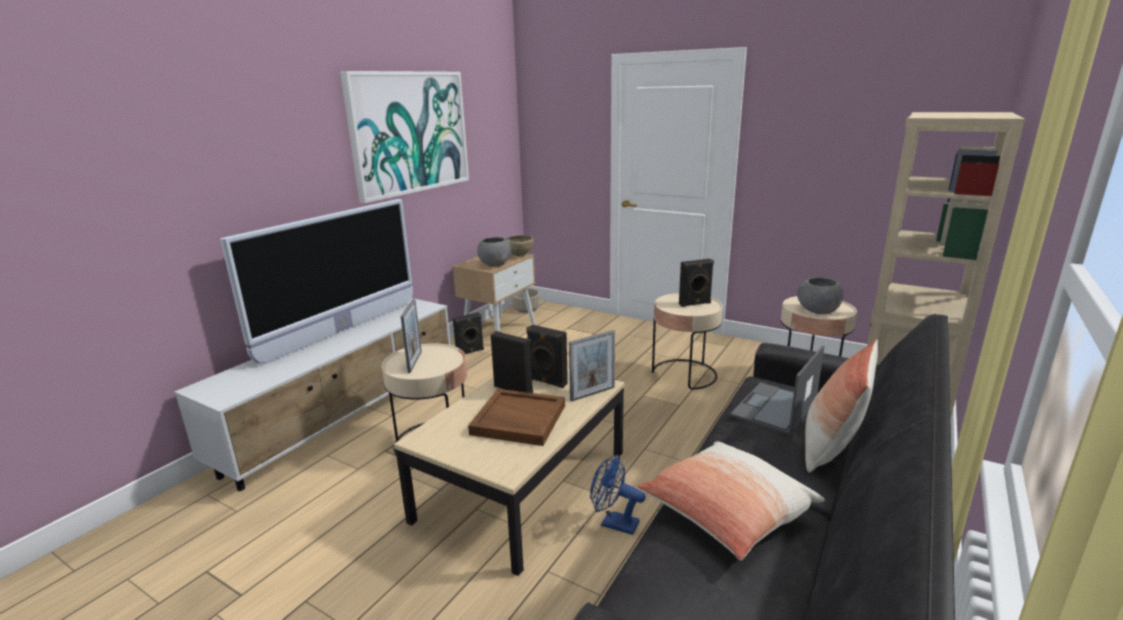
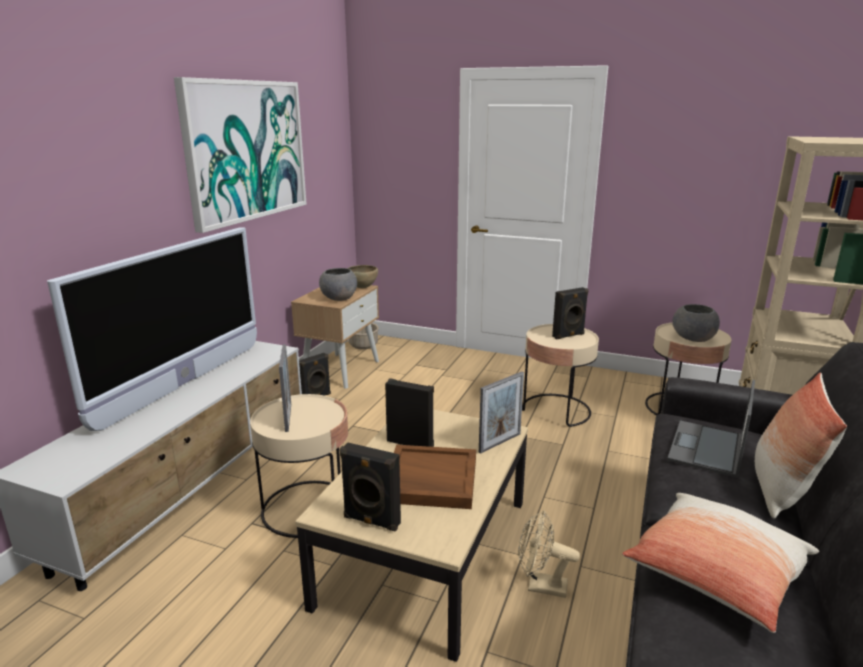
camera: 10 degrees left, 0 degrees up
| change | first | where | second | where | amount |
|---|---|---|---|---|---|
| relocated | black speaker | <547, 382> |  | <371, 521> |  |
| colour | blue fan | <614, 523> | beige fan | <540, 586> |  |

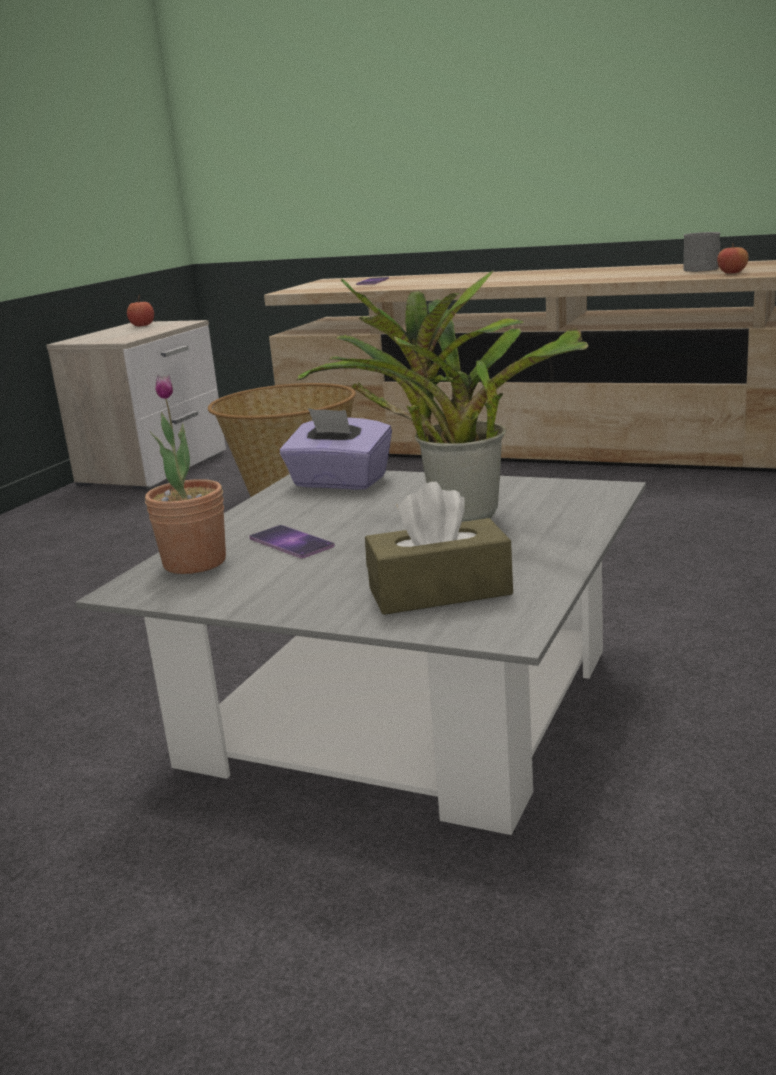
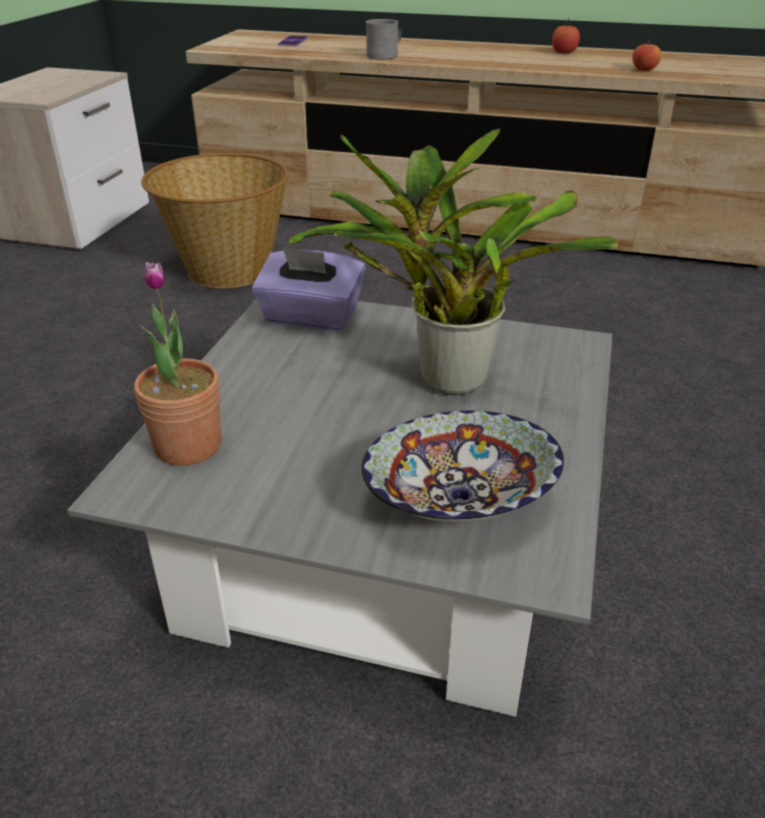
camera: 10 degrees left, 15 degrees up
| change | first | where | second | where | amount |
|---|---|---|---|---|---|
| relocated | grey mug | <704, 268> |  | <385, 55> |  |
| relocated | apple | <142, 325> |  | <564, 52> |  |
| exchanged | brown tissue box | <440, 591> | bowl | <460, 504> |  |
| missing | phone | <291, 542> |  |  |  |

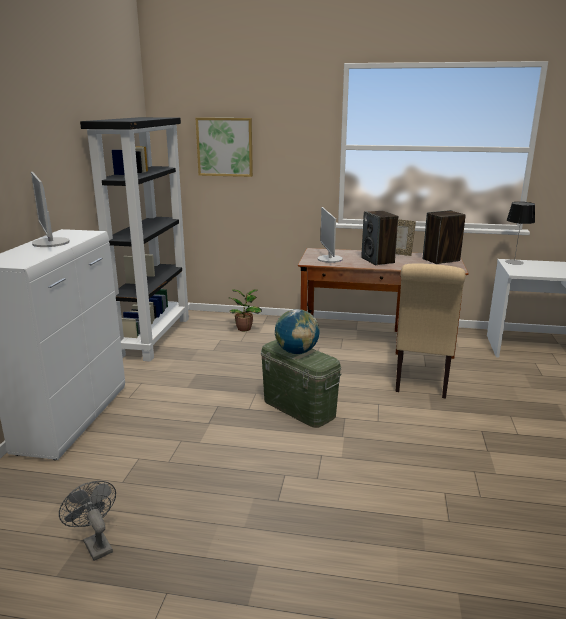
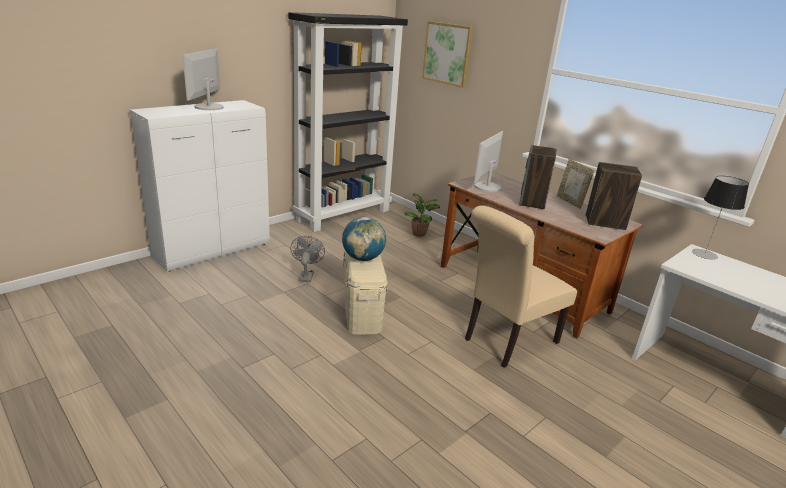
camera: 35 degrees right, 5 degrees up
| change | first | where | second | where | amount |
|---|---|---|---|---|---|
| colour | green storage box | <299, 408> | beige storage box | <362, 312> |  |
| relocated | grey fan | <95, 544> |  | <306, 275> |  |

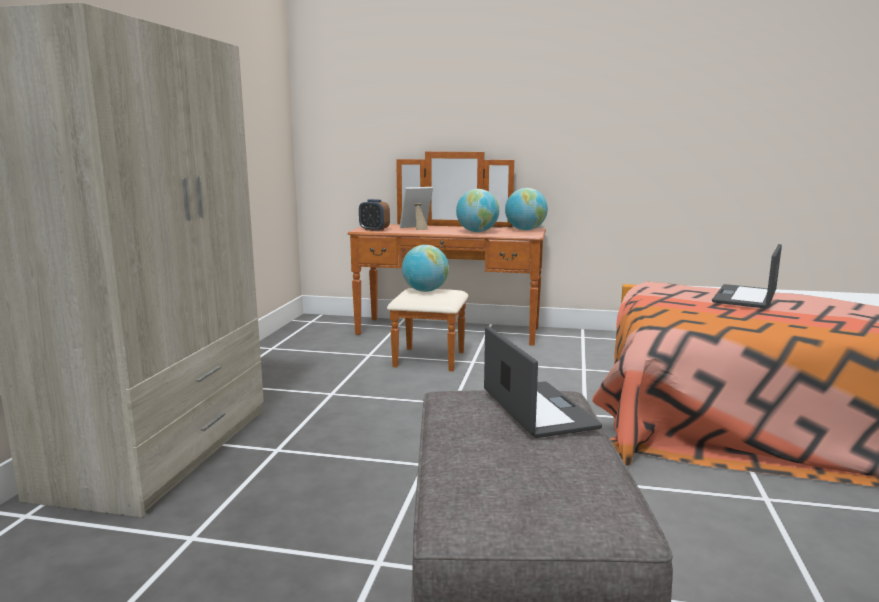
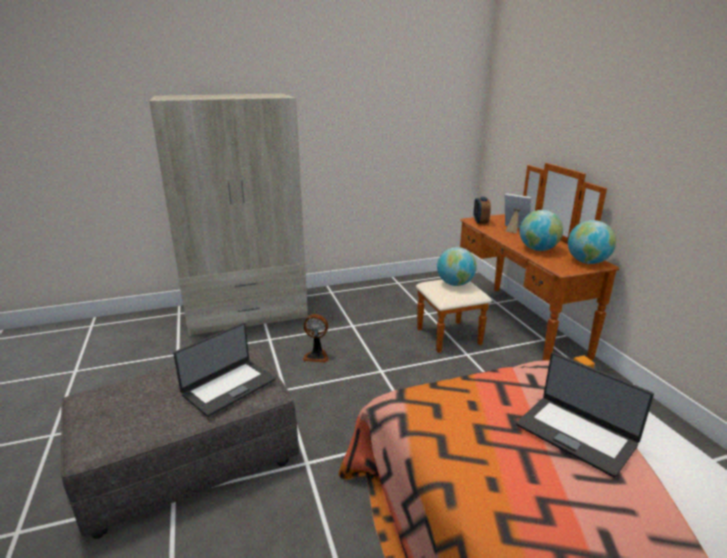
camera: 60 degrees right, 10 degrees up
| change | first | where | second | where | amount |
|---|---|---|---|---|---|
| spun | laptop | <746, 297> |  | <576, 434> | 135 degrees counterclockwise |
| appeared |  |  | fan | <317, 356> |  |

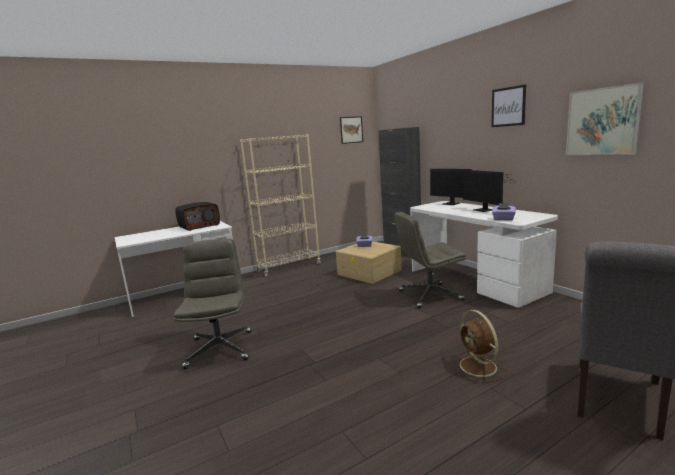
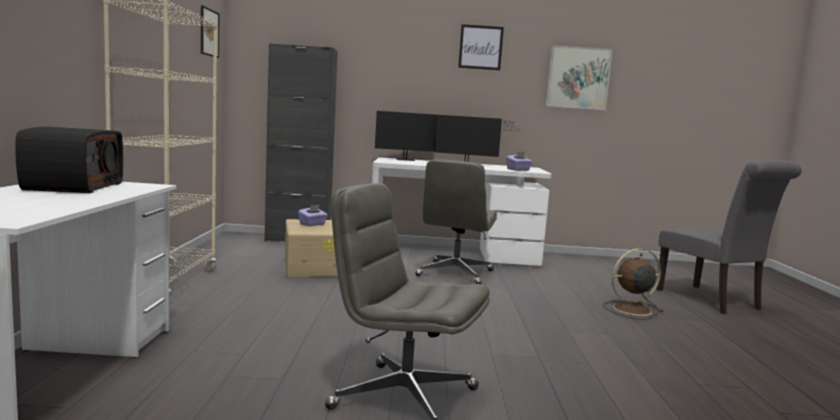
camera: 60 degrees left, 5 degrees down
| change | first | where | second | where | amount |
|---|---|---|---|---|---|
| spun | brown fan | <479, 367> |  | <630, 310> | 150 degrees clockwise |

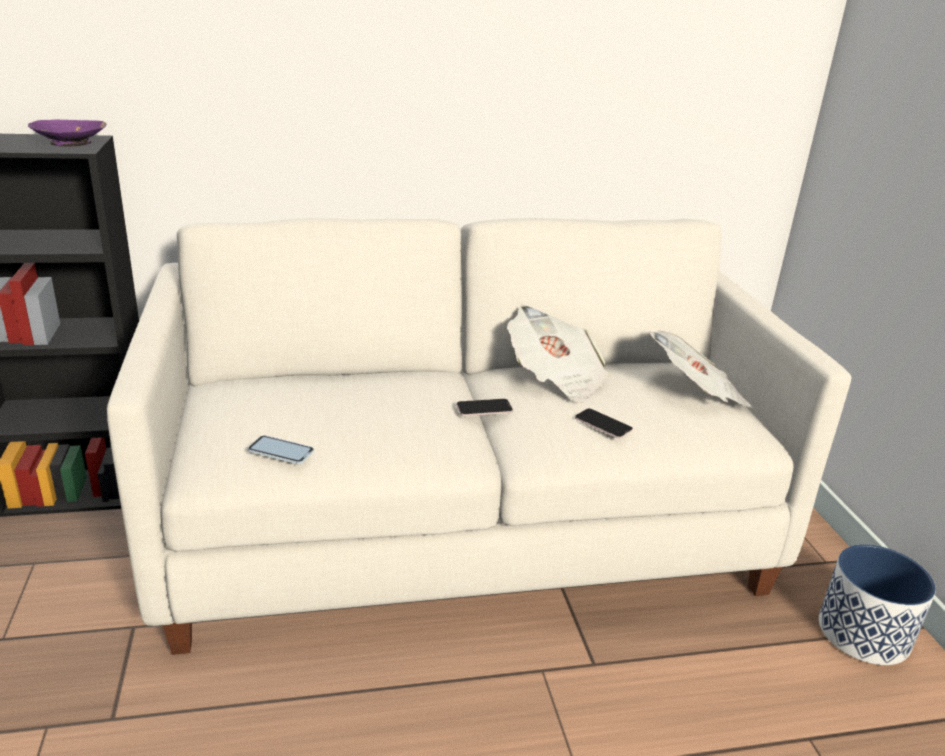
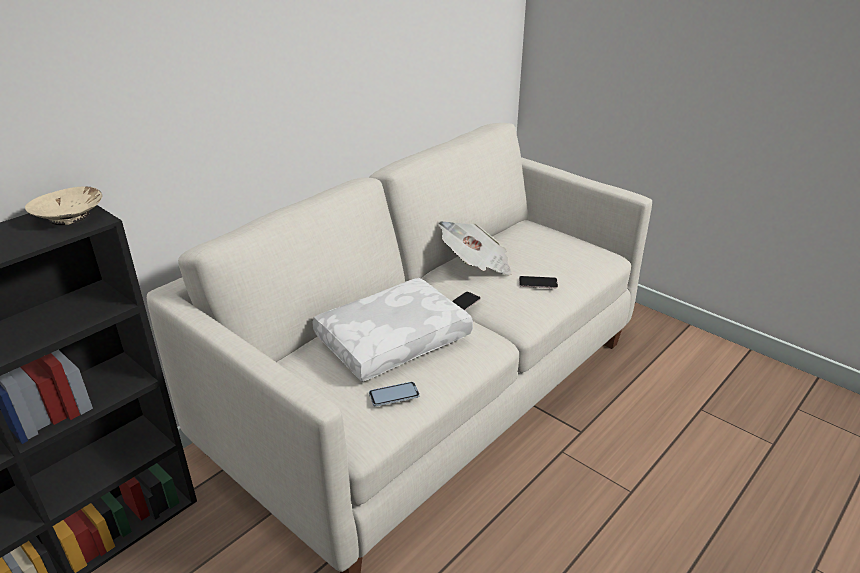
camera: 35 degrees left, 5 degrees up
| change | first | where | second | where | amount |
|---|---|---|---|---|---|
| colour | purple bowl | <71, 142> | beige bowl | <70, 216> |  |
| missing | newspaper | <696, 394> |  |  |  |
| missing | planter | <864, 633> |  |  |  |
| appeared |  |  | white pillow | <393, 339> |  |

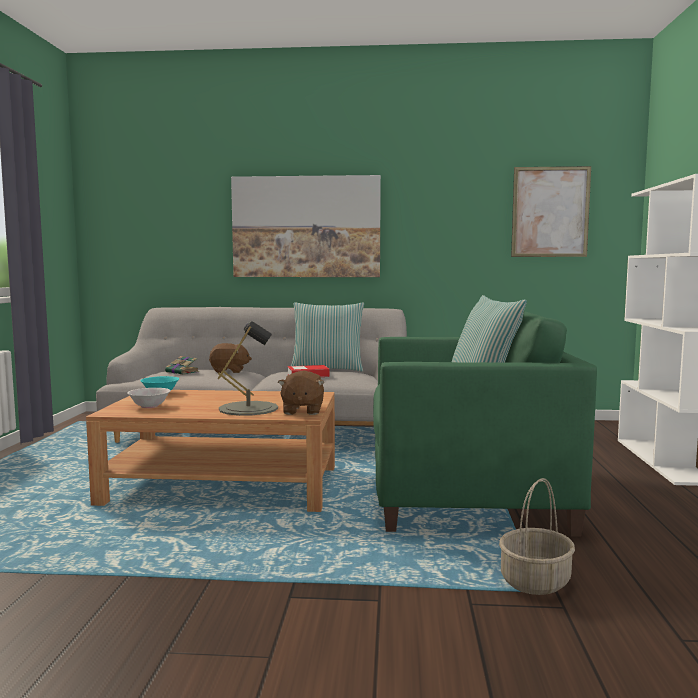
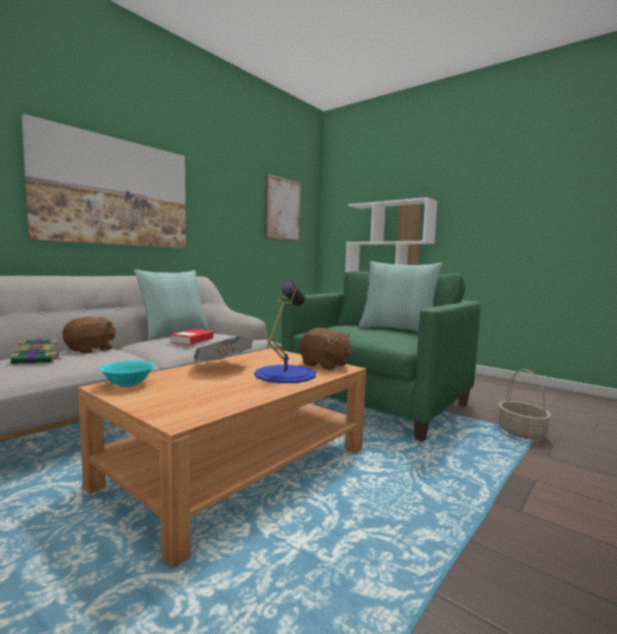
camera: 55 degrees left, 0 degrees up
| change | first | where | second | where | amount |
|---|---|---|---|---|---|
| colour | grey table lamp | <248, 408> | blue table lamp | <285, 374> |  |
| missing | white bowl | <149, 406> |  |  |  |
| appeared |  |  | newspaper | <223, 366> |  |

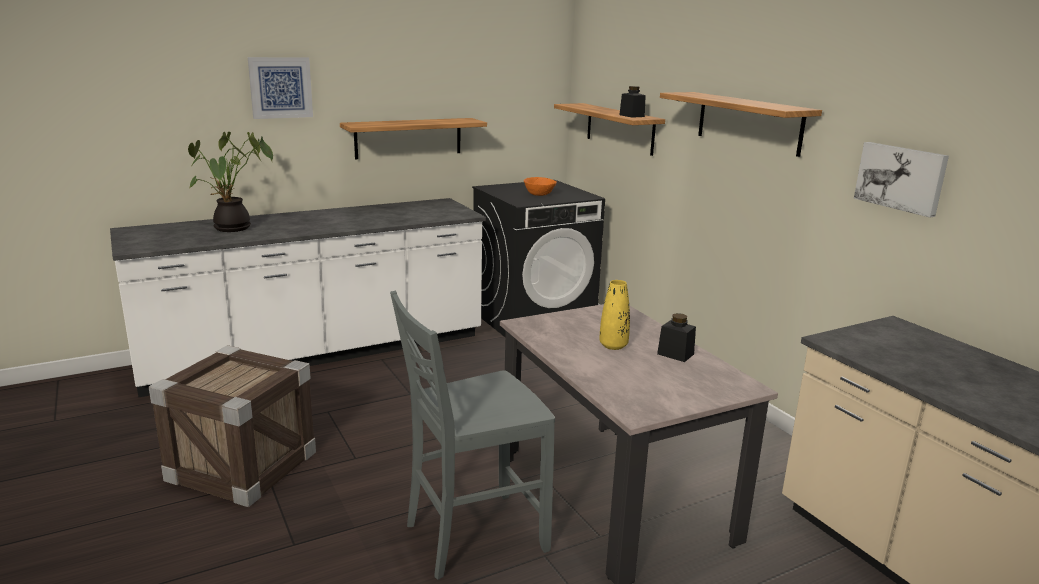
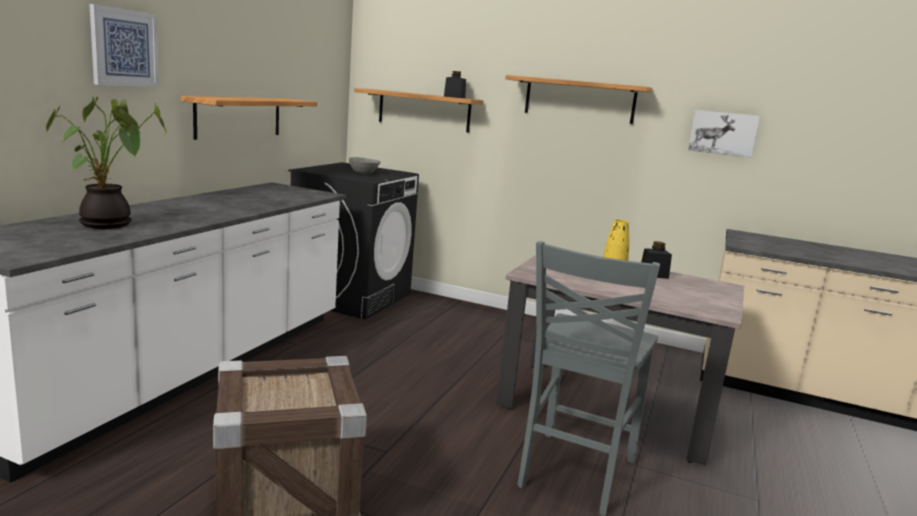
camera: 40 degrees left, 5 degrees down
| change | first | where | second | where | amount |
|---|---|---|---|---|---|
| colour | orange bowl | <539, 194> | grey bowl | <363, 173> |  |

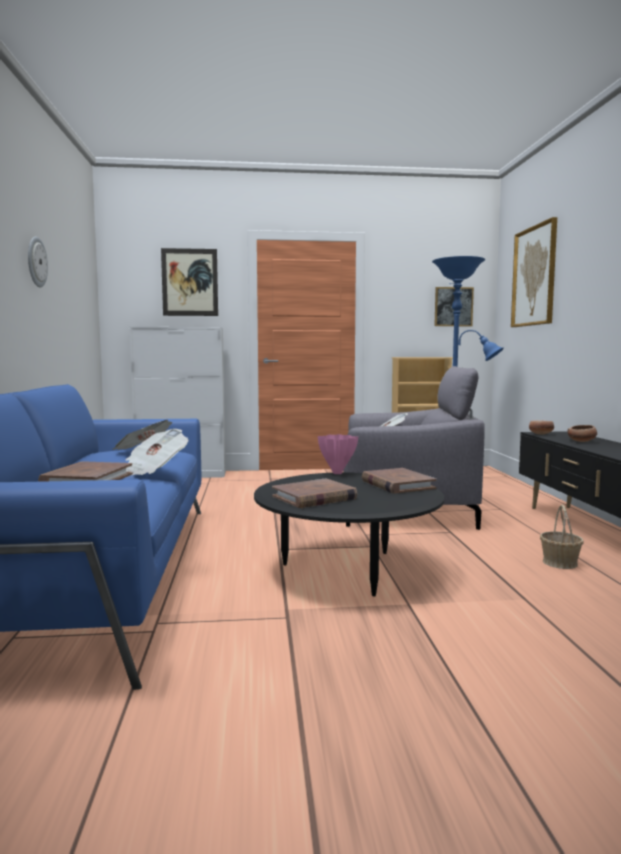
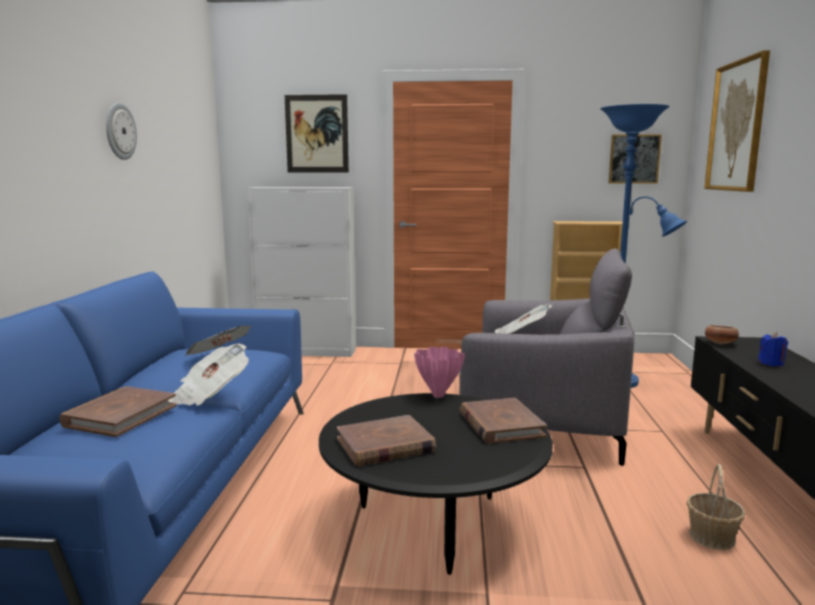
camera: 10 degrees right, 5 degrees up
| change | first | where | second | where | amount |
|---|---|---|---|---|---|
| exchanged | bowl | <582, 441> | blue candle | <771, 363> |  |

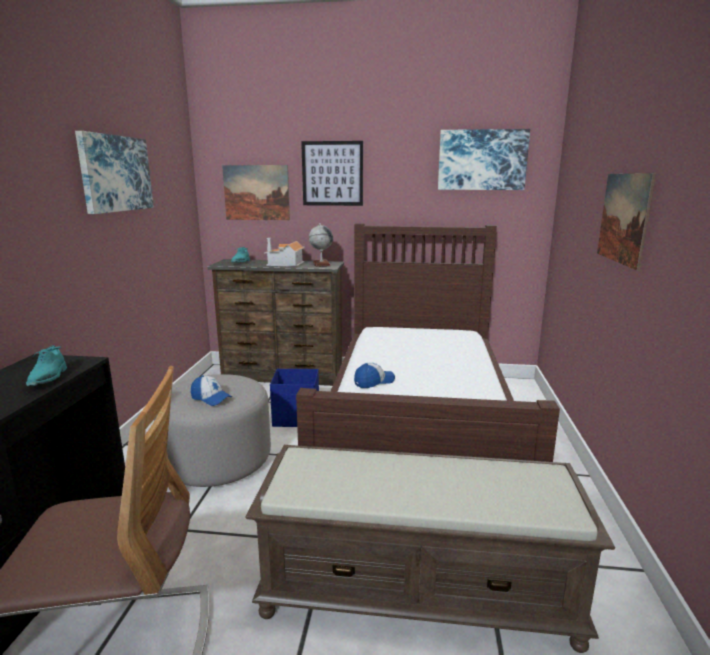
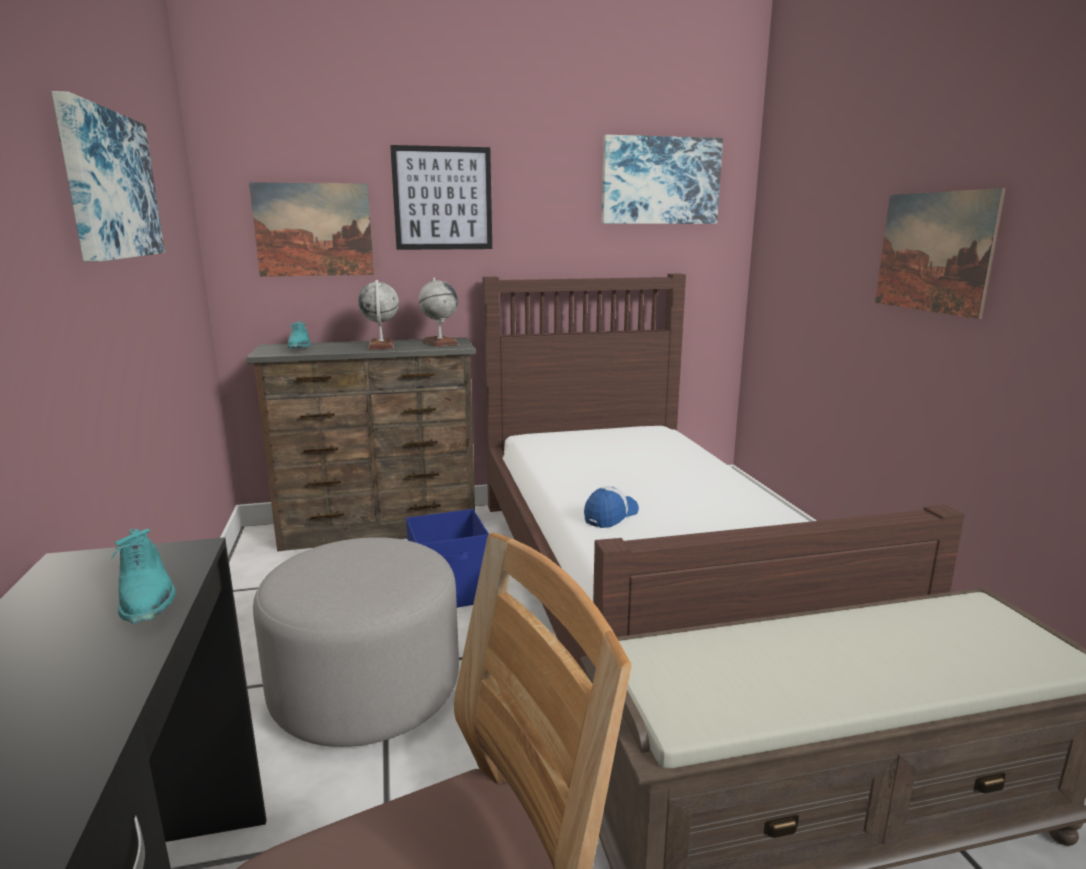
camera: 20 degrees left, 0 degrees up
| change | first | where | second | where | amount |
|---|---|---|---|---|---|
| exchanged | toy house | <285, 264> | globe | <381, 346> |  |
| missing | cap | <211, 398> |  |  |  |

